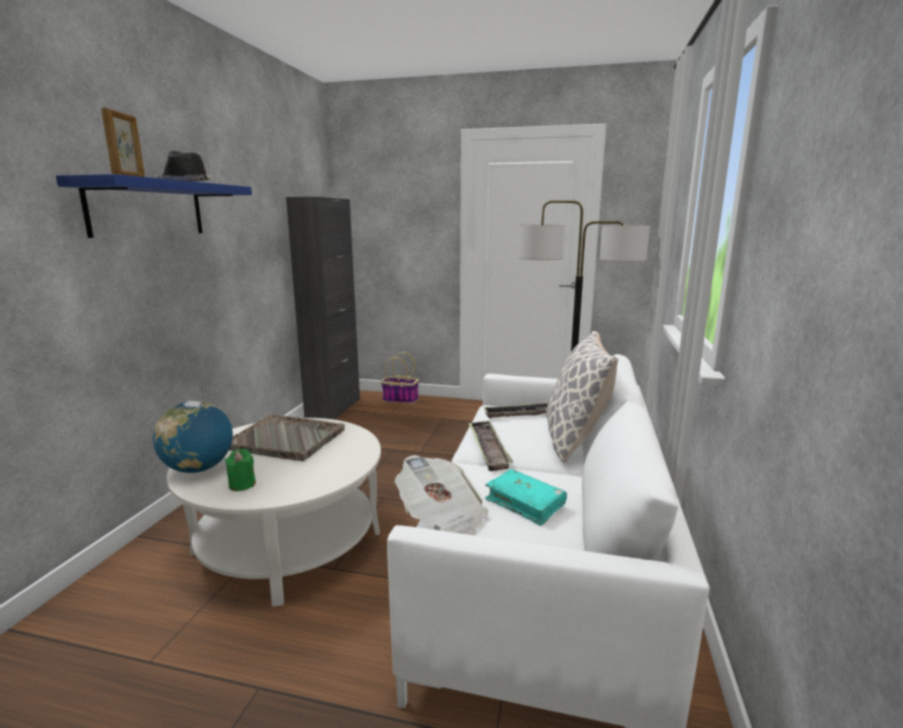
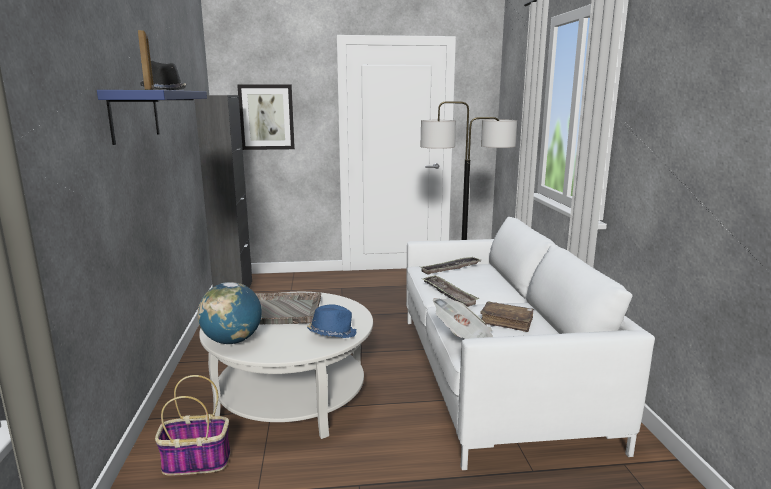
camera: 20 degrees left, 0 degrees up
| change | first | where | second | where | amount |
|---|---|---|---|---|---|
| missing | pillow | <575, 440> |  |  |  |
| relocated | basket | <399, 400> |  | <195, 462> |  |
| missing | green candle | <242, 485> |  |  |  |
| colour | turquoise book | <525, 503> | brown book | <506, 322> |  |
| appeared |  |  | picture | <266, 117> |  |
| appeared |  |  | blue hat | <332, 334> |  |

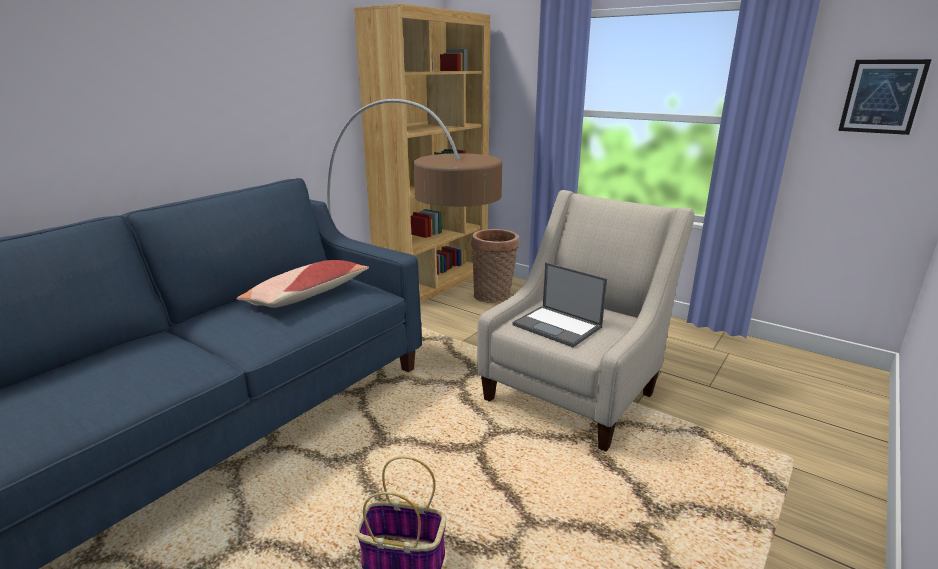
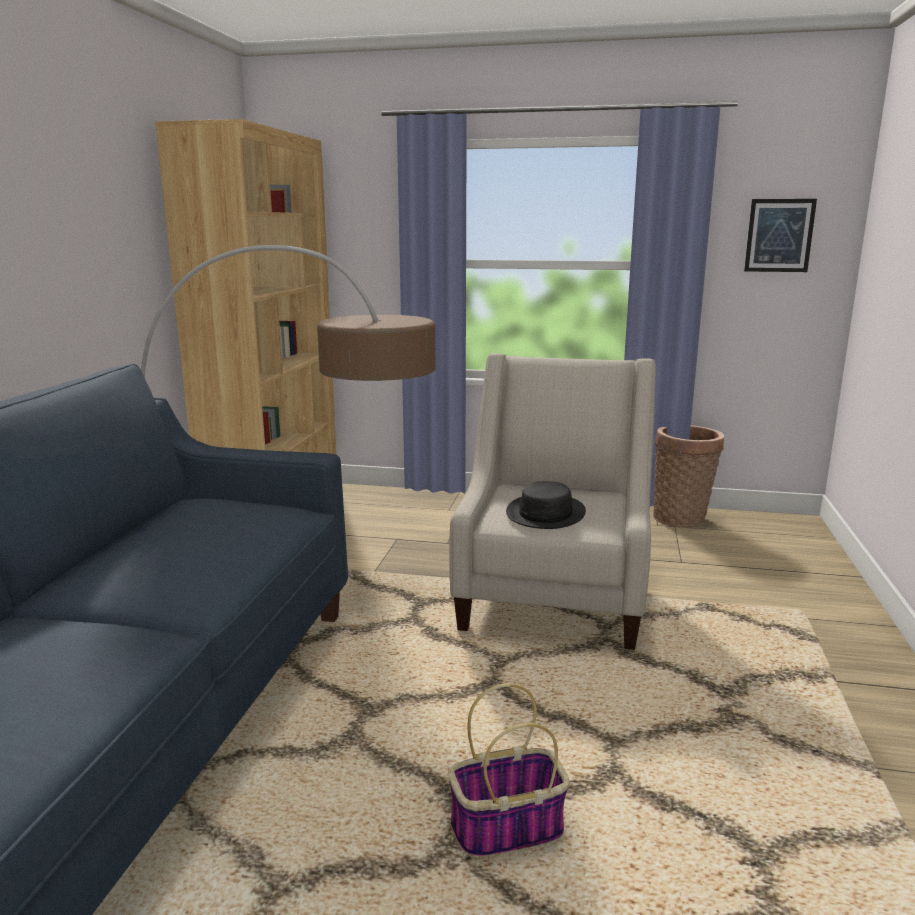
camera: 25 degrees left, 5 degrees down
| change | first | where | second | where | amount |
|---|---|---|---|---|---|
| relocated | basket | <494, 296> |  | <682, 518> |  |
| missing | pillow | <307, 295> |  |  |  |
| exchanged | laptop | <558, 326> | black hat | <546, 513> |  |

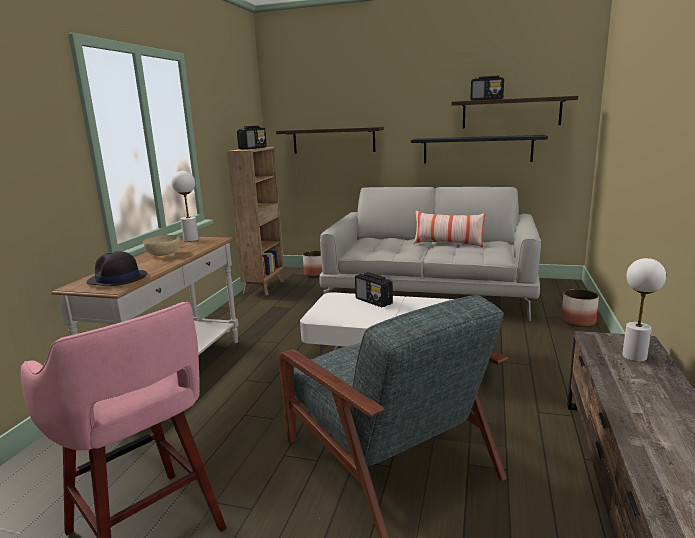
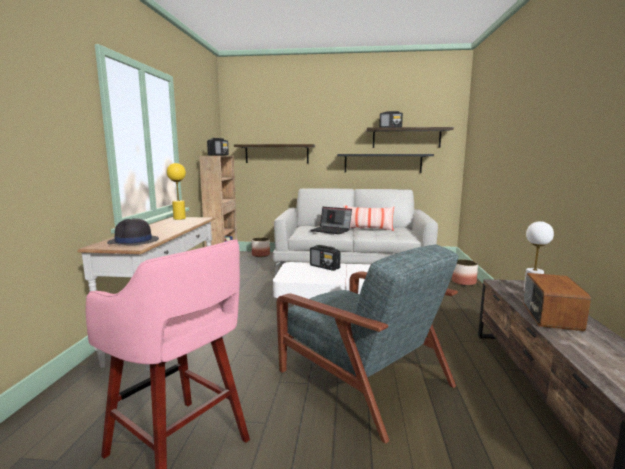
camera: 10 degrees left, 5 degrees down
| change | first | where | second | where | amount |
|---|---|---|---|---|---|
| colour | white table lamp | <191, 240> | yellow table lamp | <179, 218> |  |
| missing | beige bowl | <164, 254> |  |  |  |
| appeared |  |  | laptop | <331, 230> |  |
| appeared |  |  | radio | <550, 316> |  |

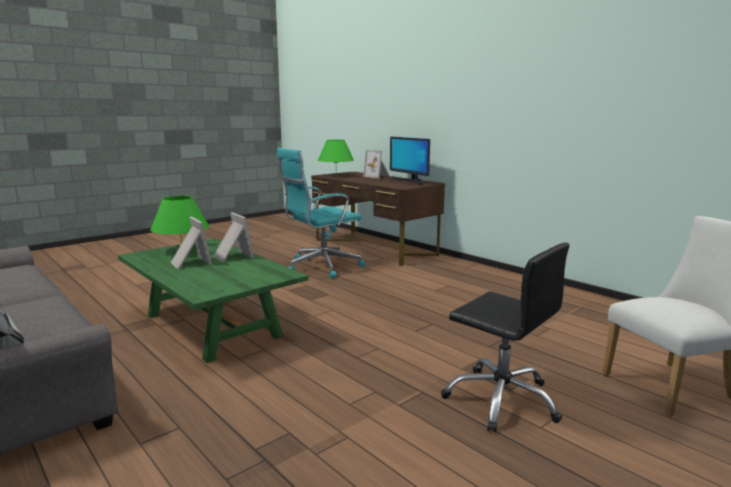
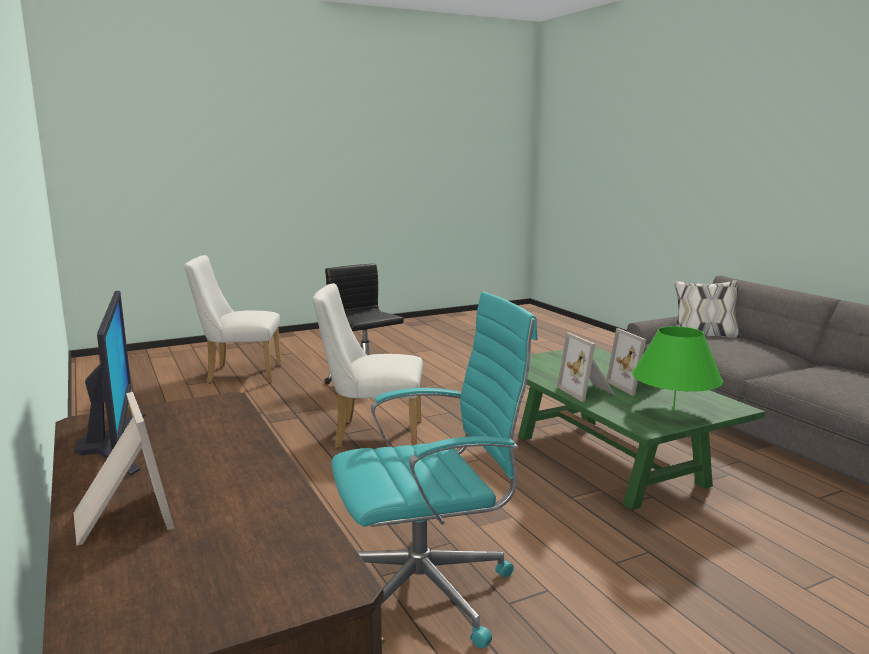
camera: 165 degrees left, 0 degrees up
| change | first | where | second | where | amount |
|---|---|---|---|---|---|
| missing | green table lamp | <336, 175> |  |  |  |
| appeared |  |  | white chair | <371, 435> |  |

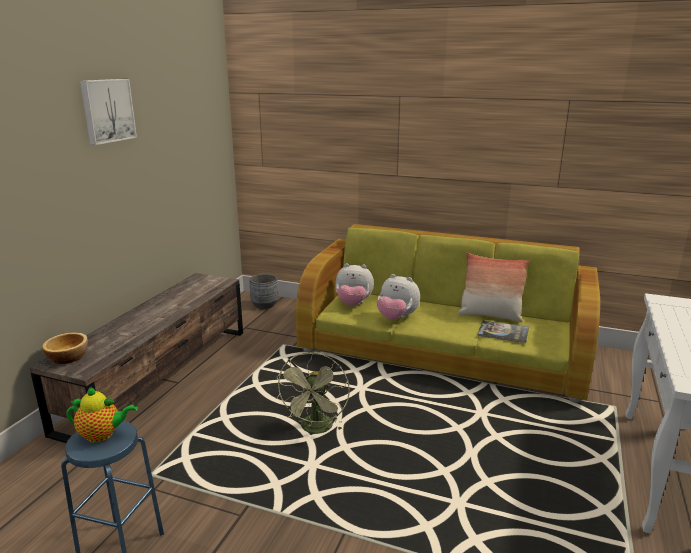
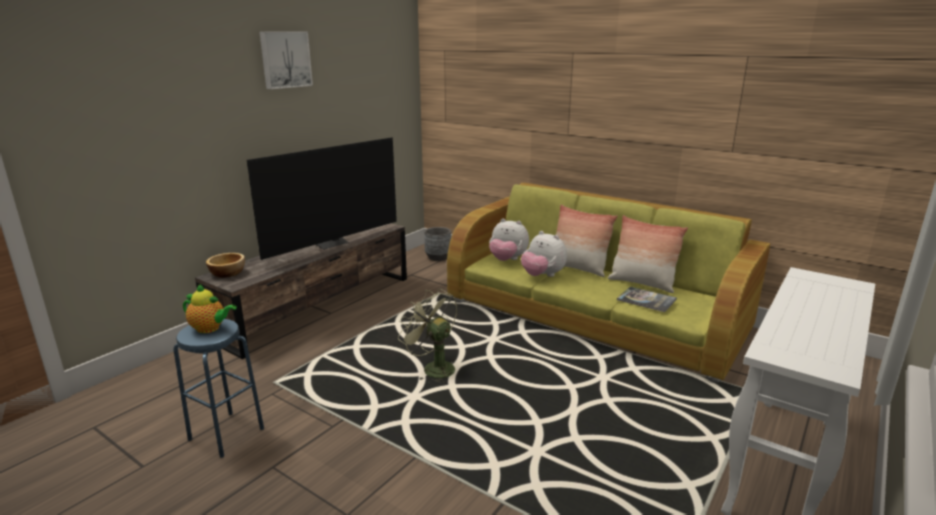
camera: 15 degrees right, 0 degrees up
| change | first | where | second | where | amount |
|---|---|---|---|---|---|
| spun | green fan | <316, 430> |  | <433, 368> | 105 degrees clockwise |
| appeared |  |  | television | <331, 243> |  |
| appeared |  |  | pillow | <578, 268> |  |

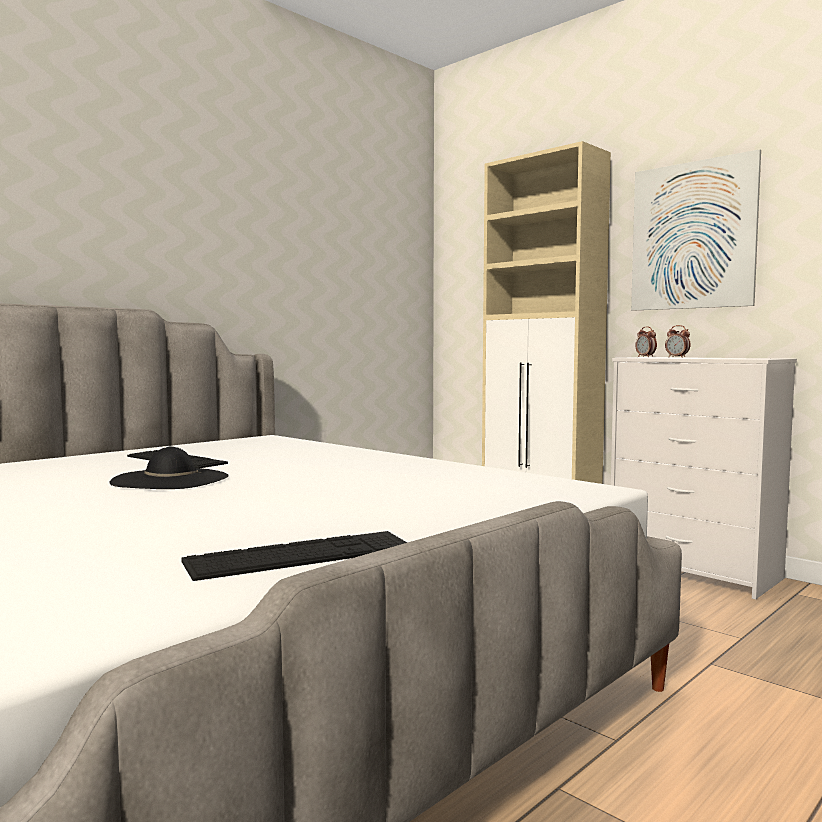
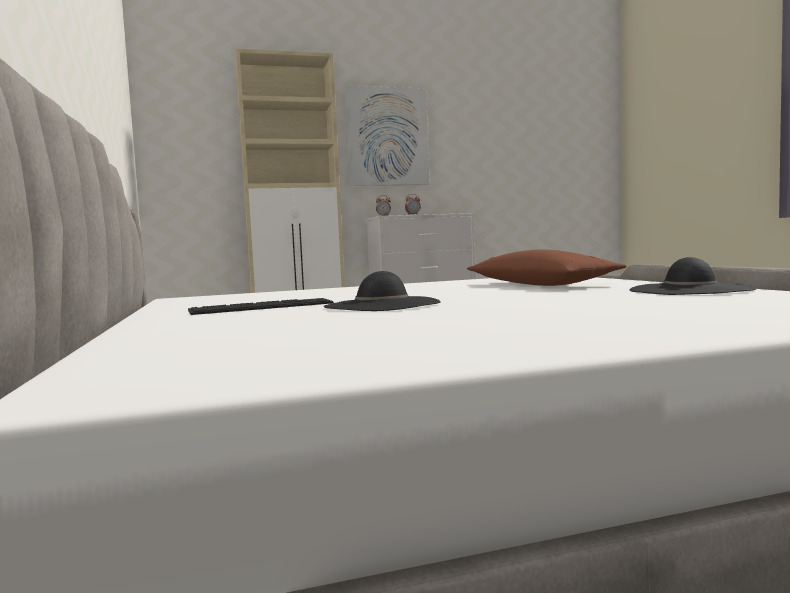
camera: 60 degrees left, 0 degrees up
| change | first | where | second | where | amount |
|---|---|---|---|---|---|
| exchanged | keyboard | <301, 555> | black hat | <690, 290> |  |
| appeared |  |  | brown pillow | <540, 285> |  |

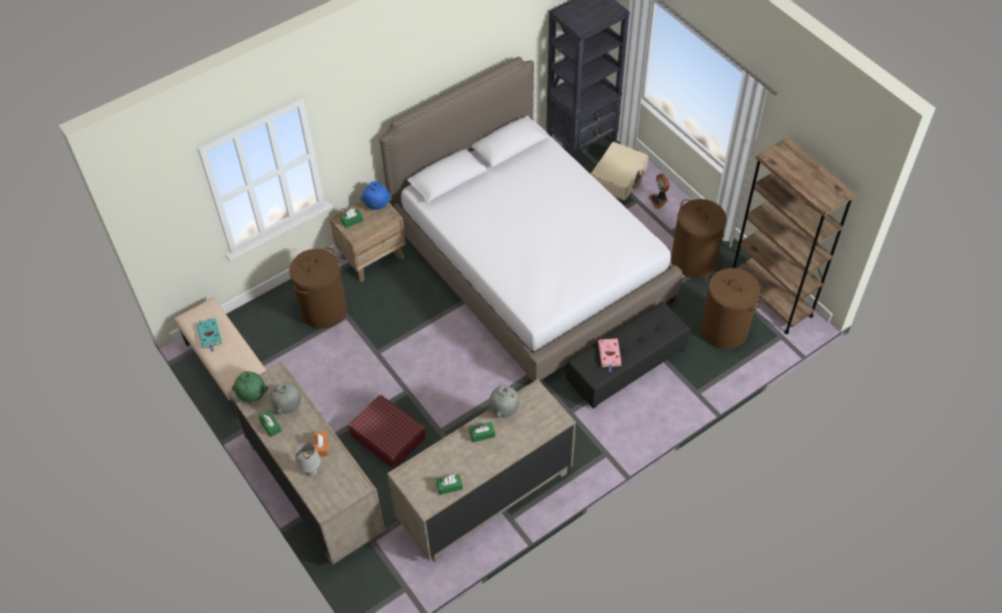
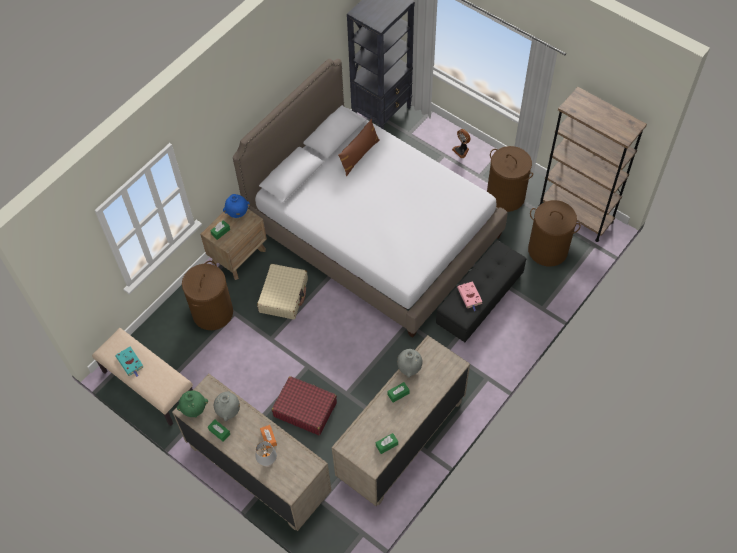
camera: 15 degrees left, 5 degrees up
| change | first | where | second | where | amount |
|---|---|---|---|---|---|
| relocated | beige suitcase | <618, 177> |  | <284, 295> |  |
| appeared |  |  | brown pillow | <359, 155> |  |

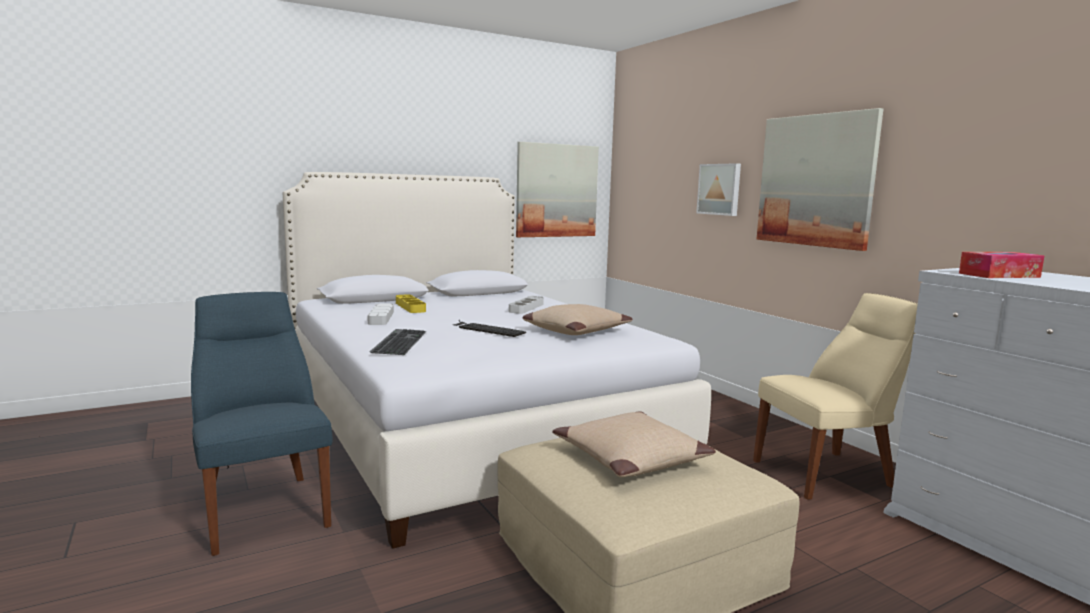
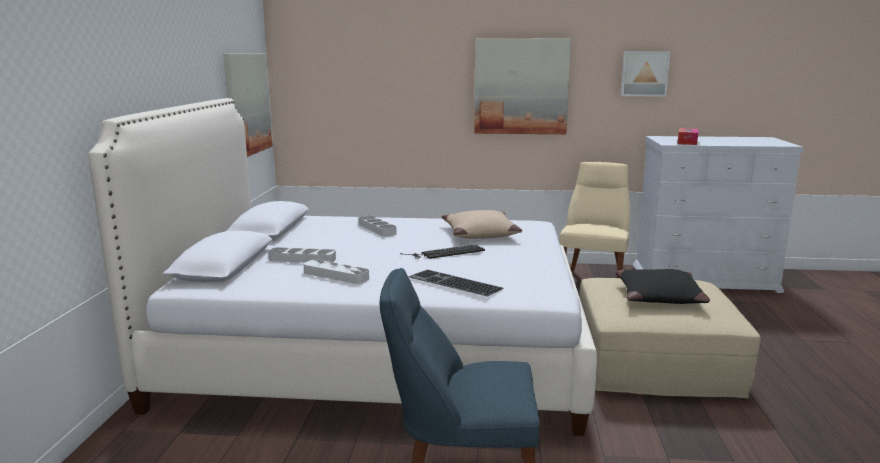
camera: 55 degrees left, 5 degrees up
| change | first | where | second | where | amount |
|---|---|---|---|---|---|
| relocated | picture | <720, 189> |  | <644, 73> |  |
| colour | yellow tray | <410, 307> | grey tray | <302, 259> |  |
| colour | beige pillow | <630, 458> | black pillow | <659, 297> |  |

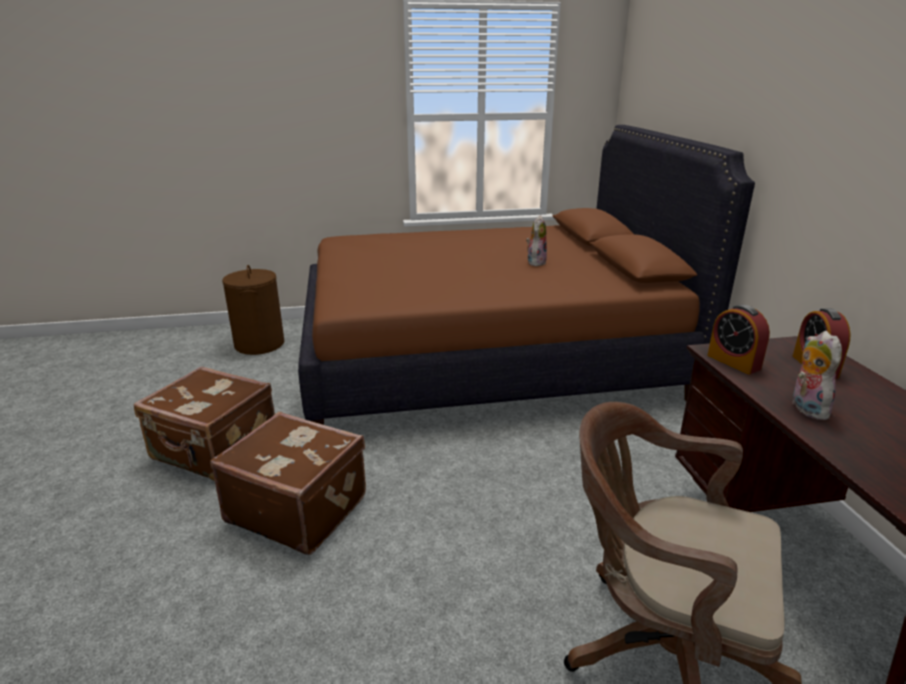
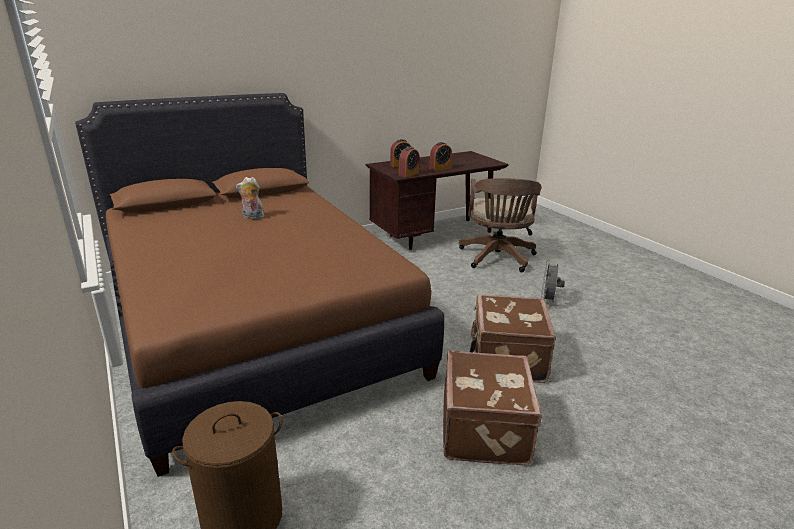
camera: 110 degrees left, 0 degrees up
| change | first | where | second | where | amount |
|---|---|---|---|---|---|
| exchanged | plush toy | <805, 408> | alarm clock | <440, 168> |  |
| appeared |  |  | grey fan | <547, 301> |  |

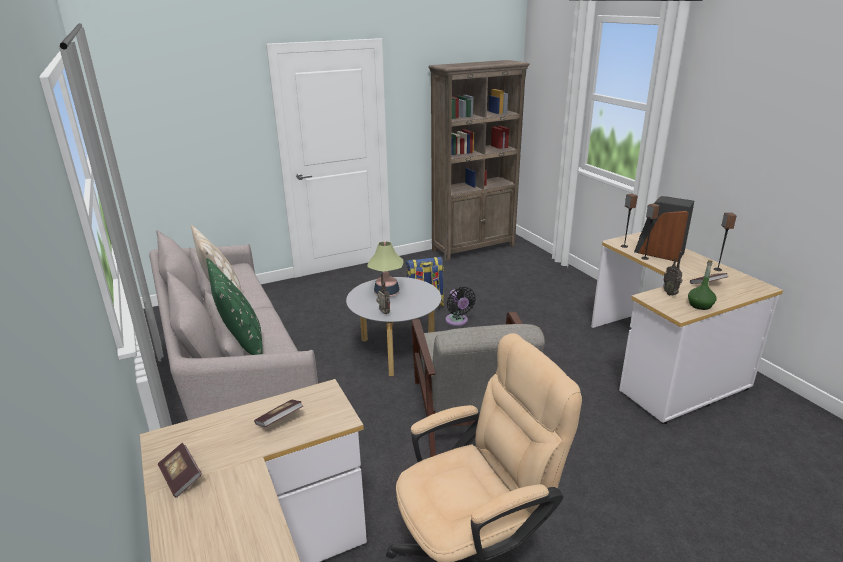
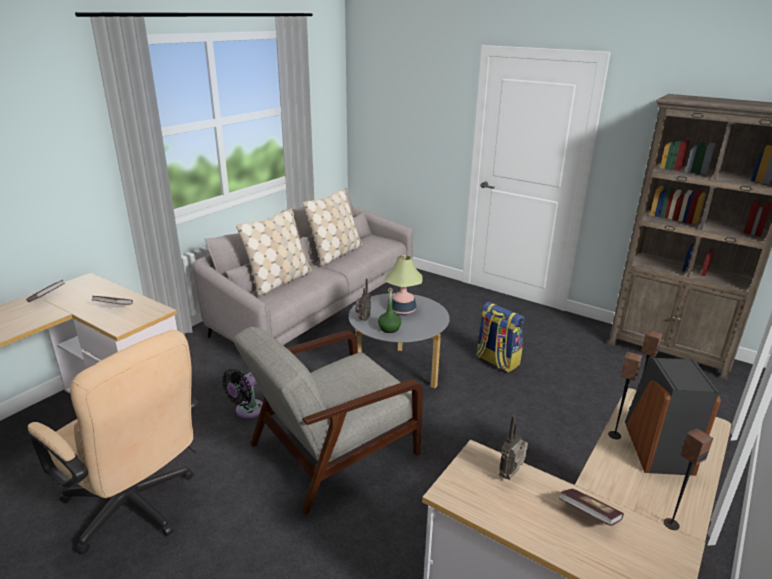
camera: 60 degrees right, 0 degrees up
| change | first | where | second | where | amount |
|---|---|---|---|---|---|
| colour | green pillow | <242, 341> | beige pillow | <279, 281> |  |
| relocated | green bottle | <700, 305> |  | <389, 328> |  |
| relocated | black fan | <457, 321> |  | <247, 411> |  |

